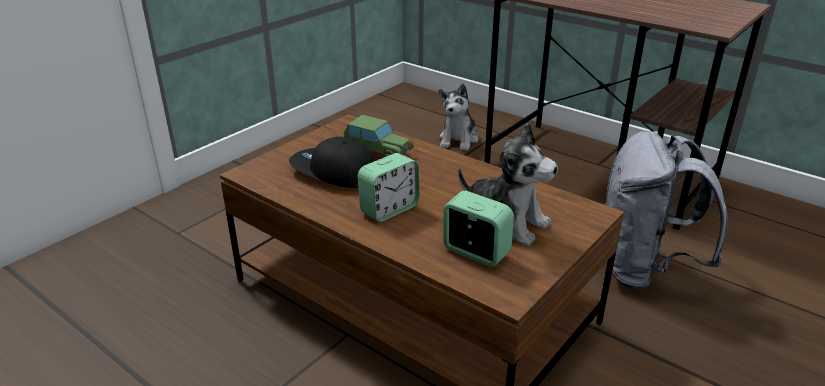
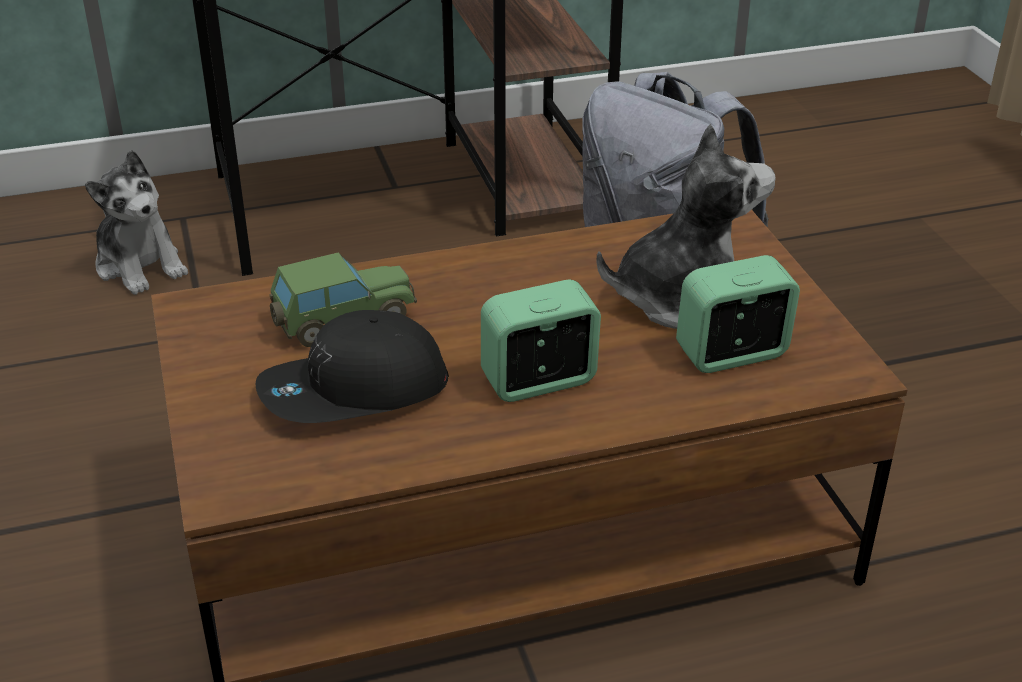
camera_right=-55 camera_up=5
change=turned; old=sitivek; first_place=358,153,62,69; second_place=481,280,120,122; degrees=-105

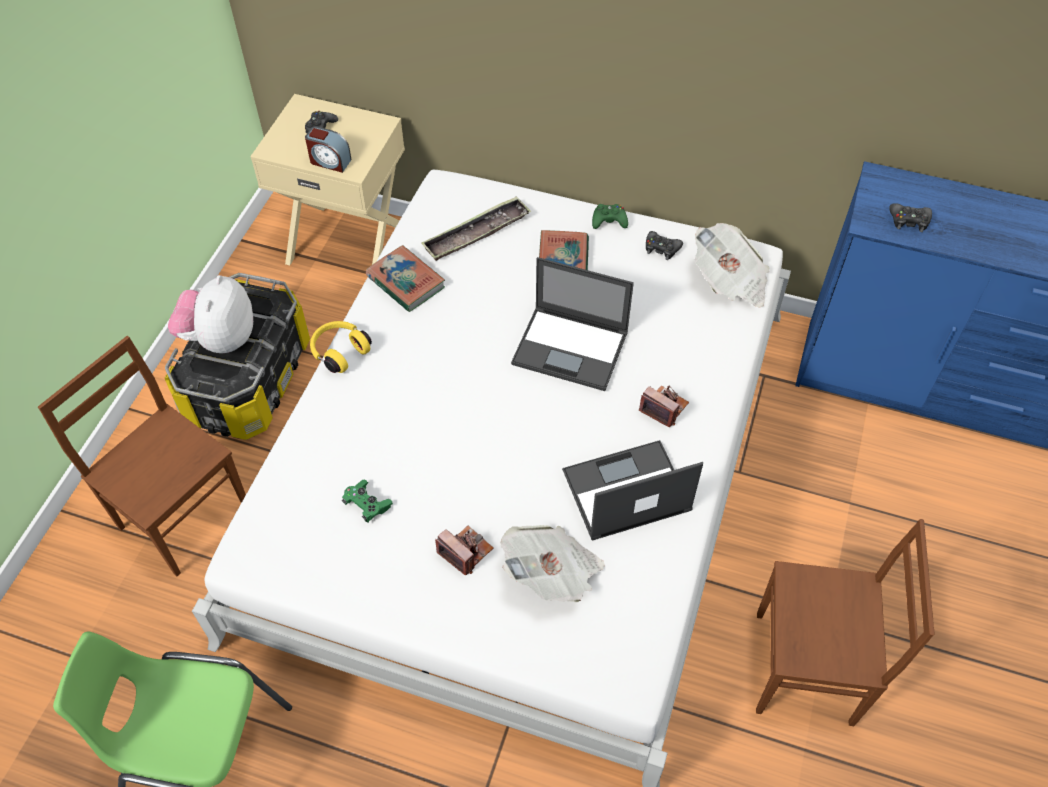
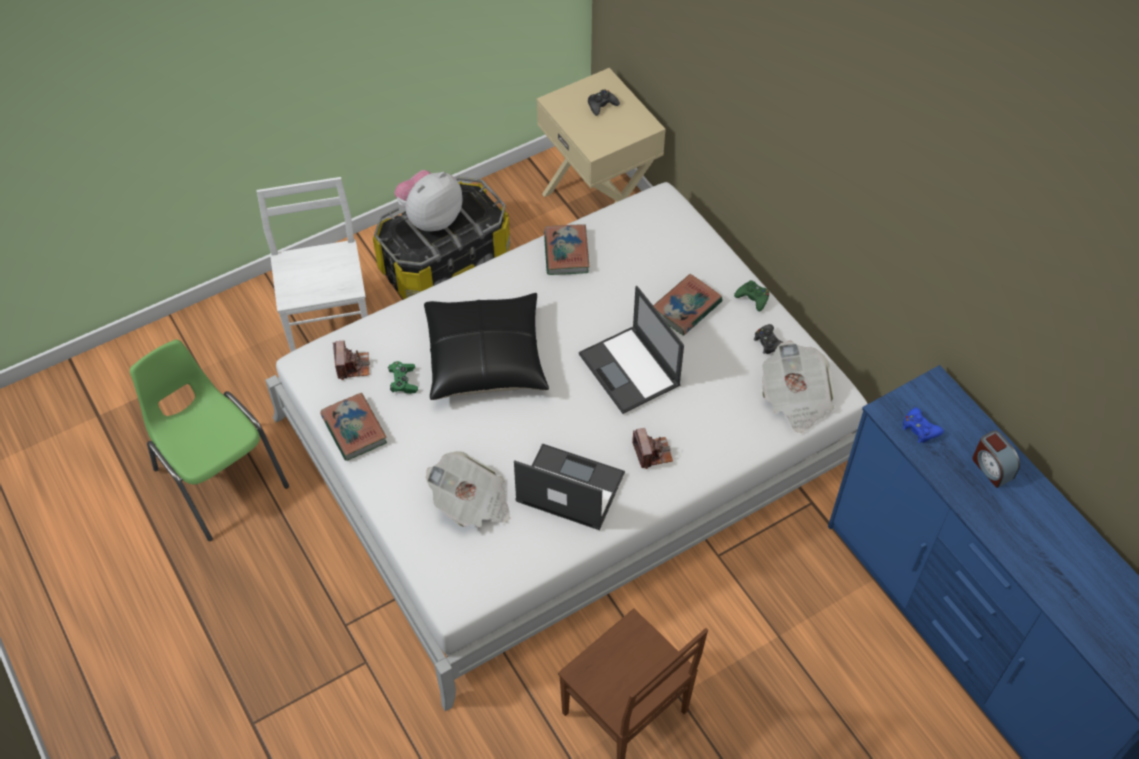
camera_right=40 camera_up=0
change=recoloured; old=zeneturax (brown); new=zeneturax (white); first_place=38,336,208,240; second_place=256,177,112,175
change=added; new=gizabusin; second_place=320,393,67,68
change=moved; old=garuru; first_place=435,526,58,49; second_place=333,341,37,39
change=added; new=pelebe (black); second_place=424,293,125,107
change=recoloured; old=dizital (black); new=dizital (blue); first_place=889,203,43,29; second_place=902,407,42,36
change=moved; old=sitivek; first_place=305,126,46,47; second_place=972,431,48,57
change=removed; old=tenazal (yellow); first_place=310,321,62,52
change=removed; old=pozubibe; first_place=421,196,110,65

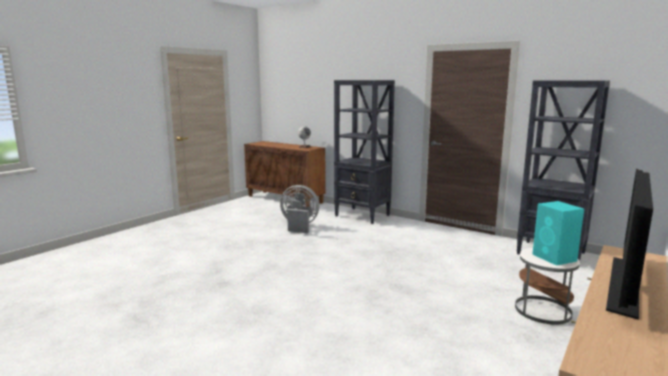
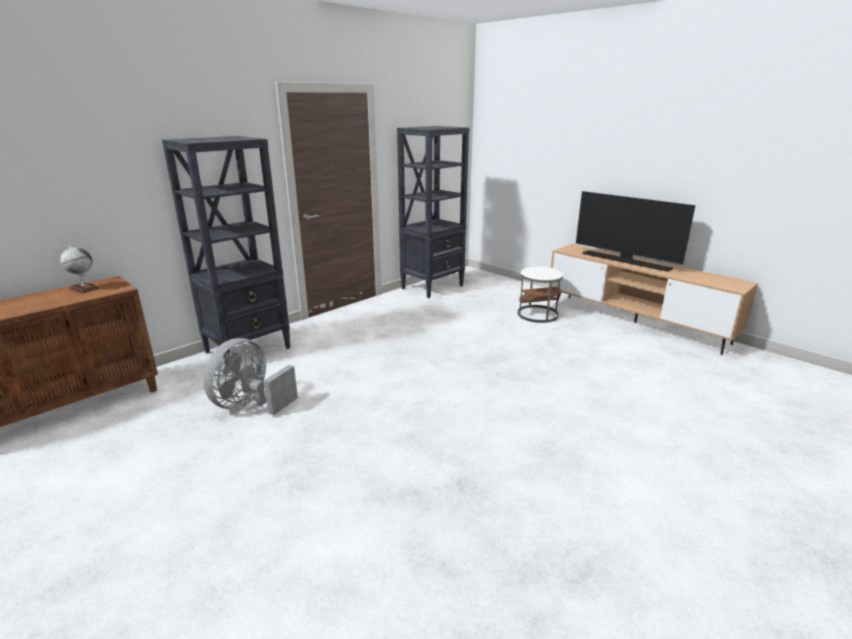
camera_right=-80 camera_up=10
change=removed; old=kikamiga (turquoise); first_place=532,201,52,65

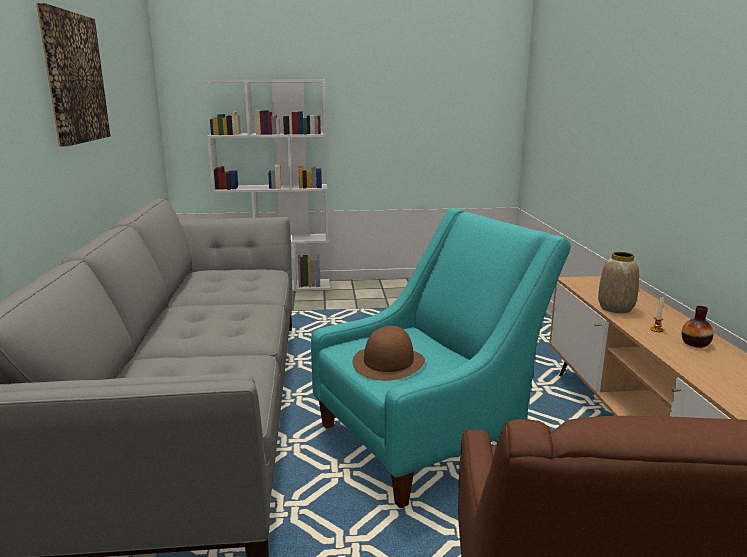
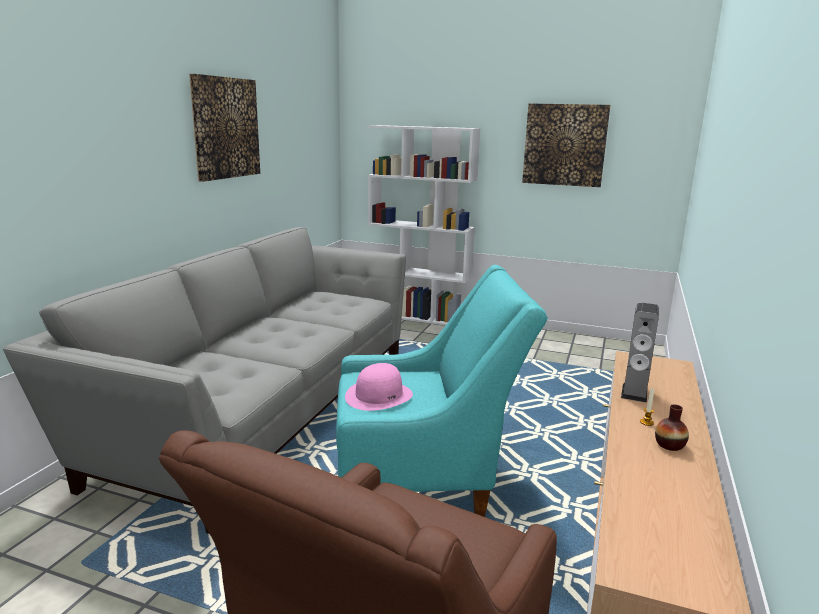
camera_right=25 camera_up=0
change=recoloured; old=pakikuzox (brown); new=pakikuzox (pink); first_place=352,326,73,55; second_place=345,363,68,48
change=added; new=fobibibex; second_place=522,104,88,83
change=replaced; old=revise; new=kikamiga; first_place=598,252,41,61; second_place=621,302,38,101

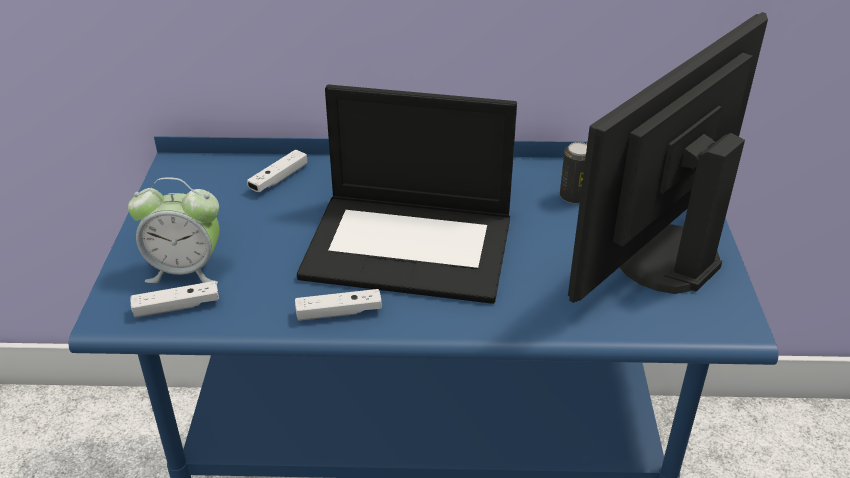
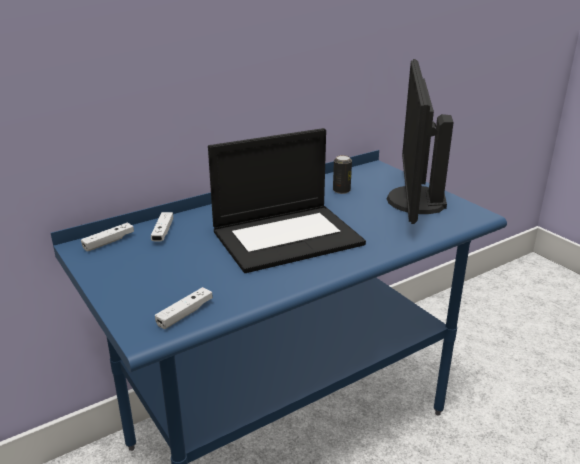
camera_right=-35 camera_up=-10
change=moved; old=dizital (white); first_place=295,289,87,32; second_place=81,223,53,29
change=removed; old=sitivek; first_place=128,177,91,106

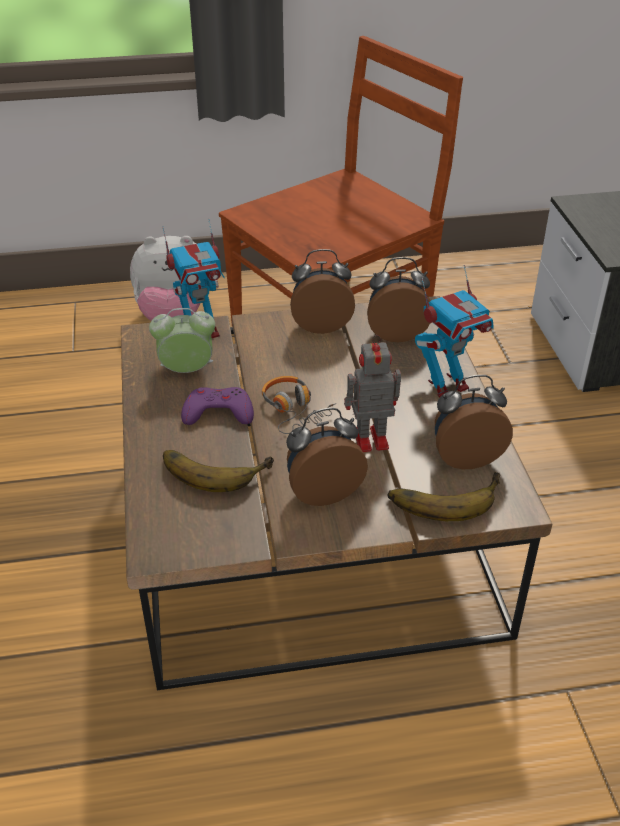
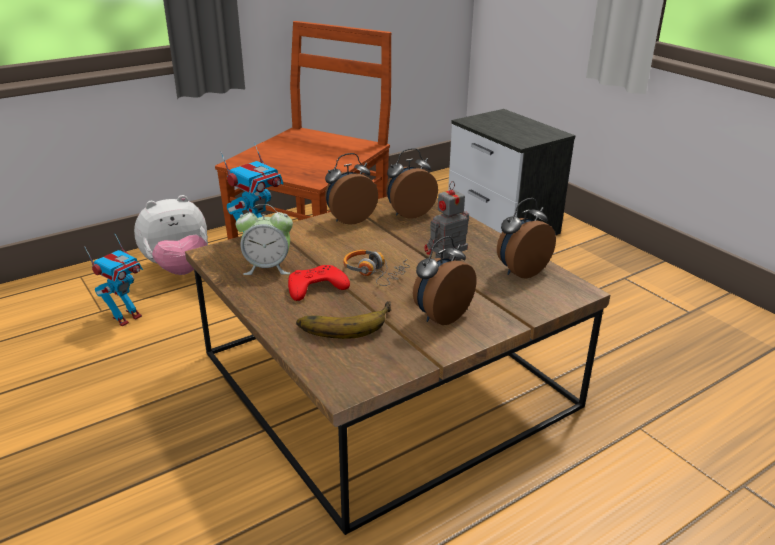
camera_right=-25 camera_up=-10
change=moved; old=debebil; first_place=415,265,79,132; second_place=84,234,59,93
change=turned; old=sitivek; first_place=149,308,66,65; second_place=236,204,57,71; degrees=-150
change=recoloured; old=dizital (purple); new=dizital (red); first_place=181,387,73,38; second_place=288,265,62,36
change=removed; old=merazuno; first_place=388,472,113,49

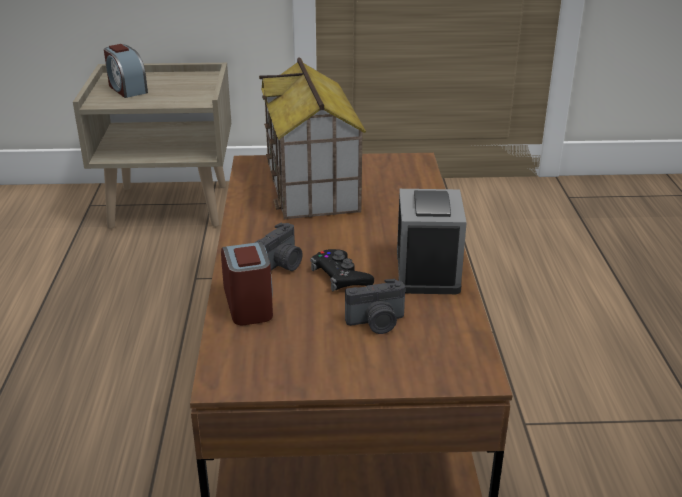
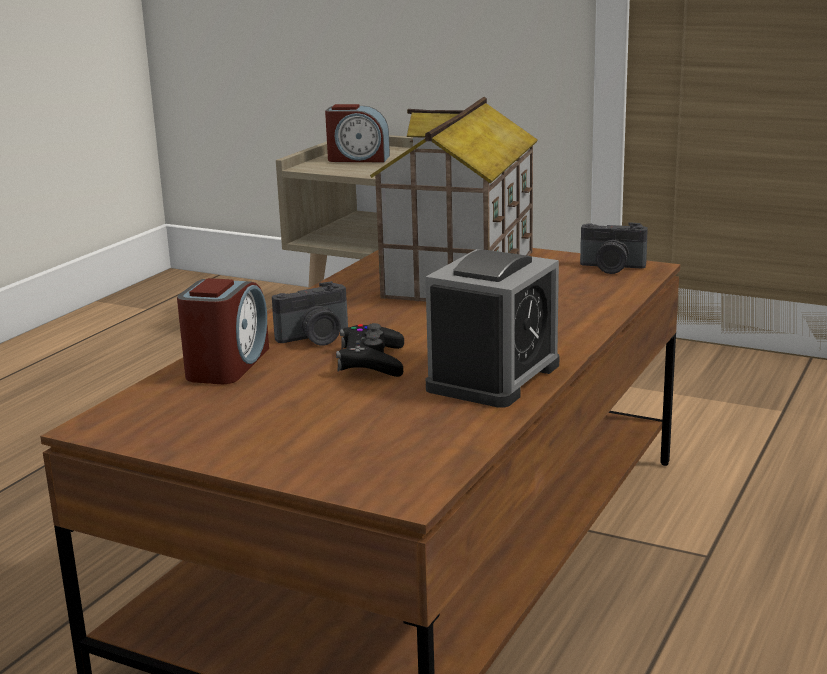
camera_right=30 camera_up=-10
change=turned; old=sitivek; first_place=104,44,44,54; second_place=325,104,65,58; degrees=-75
change=moved; old=garuru; first_place=345,279,60,55; second_place=580,222,68,52

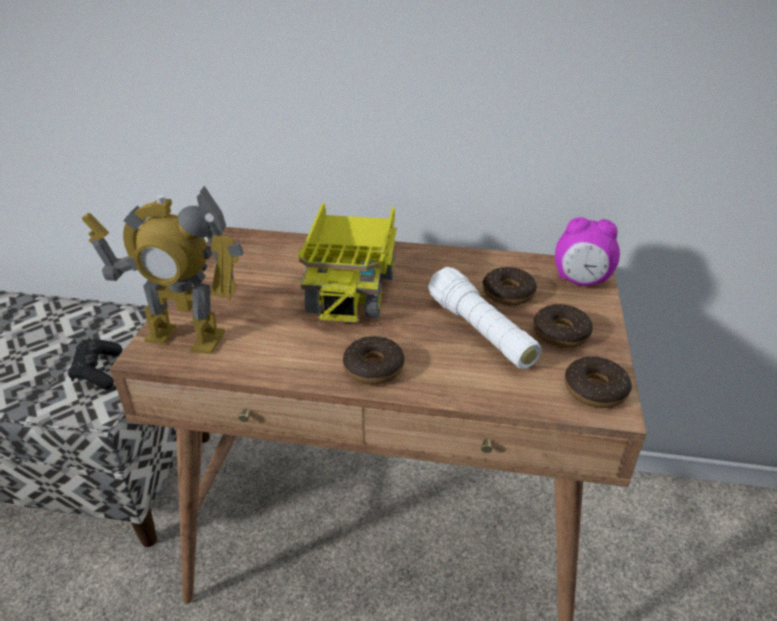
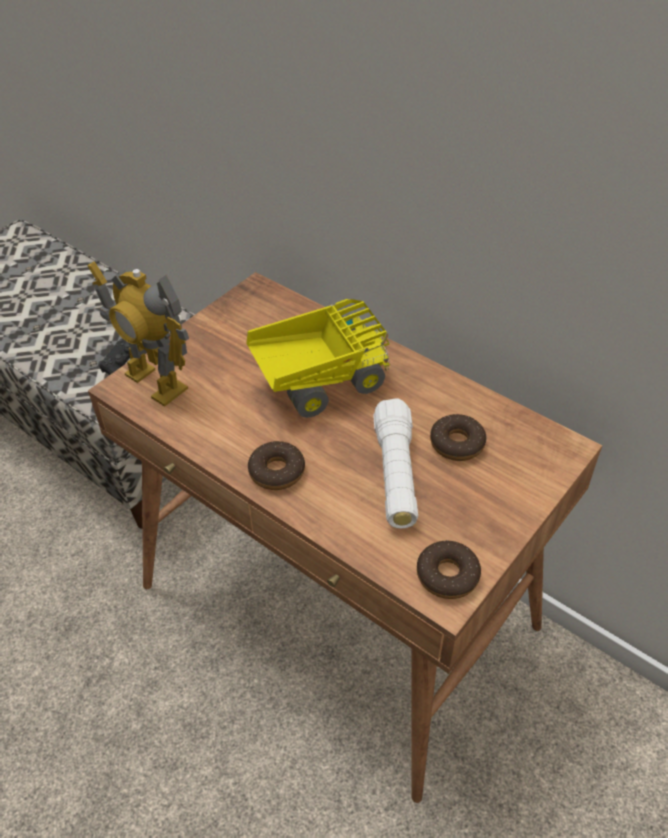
camera_right=30 camera_up=10
change=turned; old=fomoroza; first_place=297,203,100,121; second_place=246,299,144,119; degrees=-150
change=removed; old=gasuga; first_place=533,304,60,44
change=removed; old=sitivek; first_place=555,217,65,69

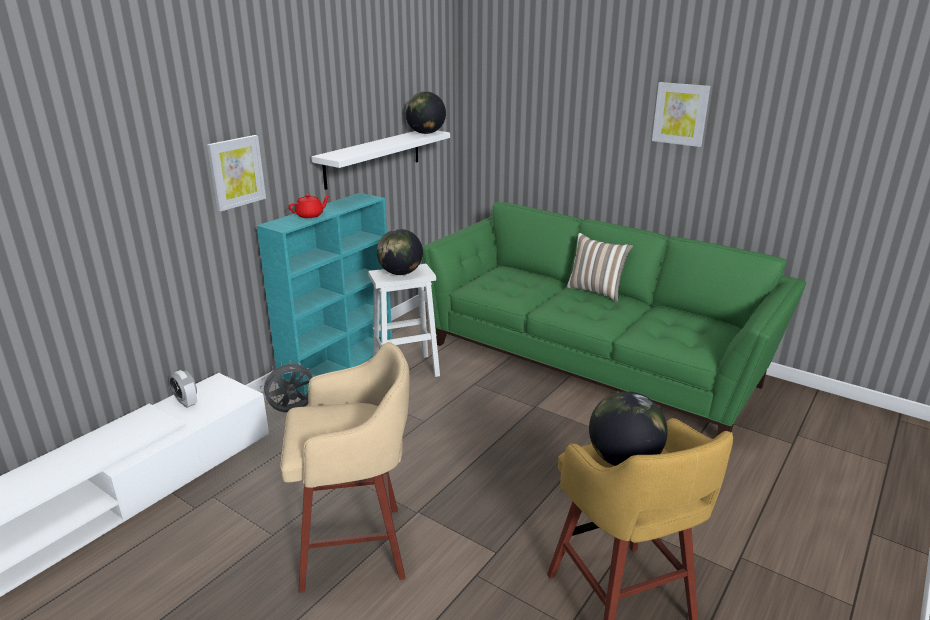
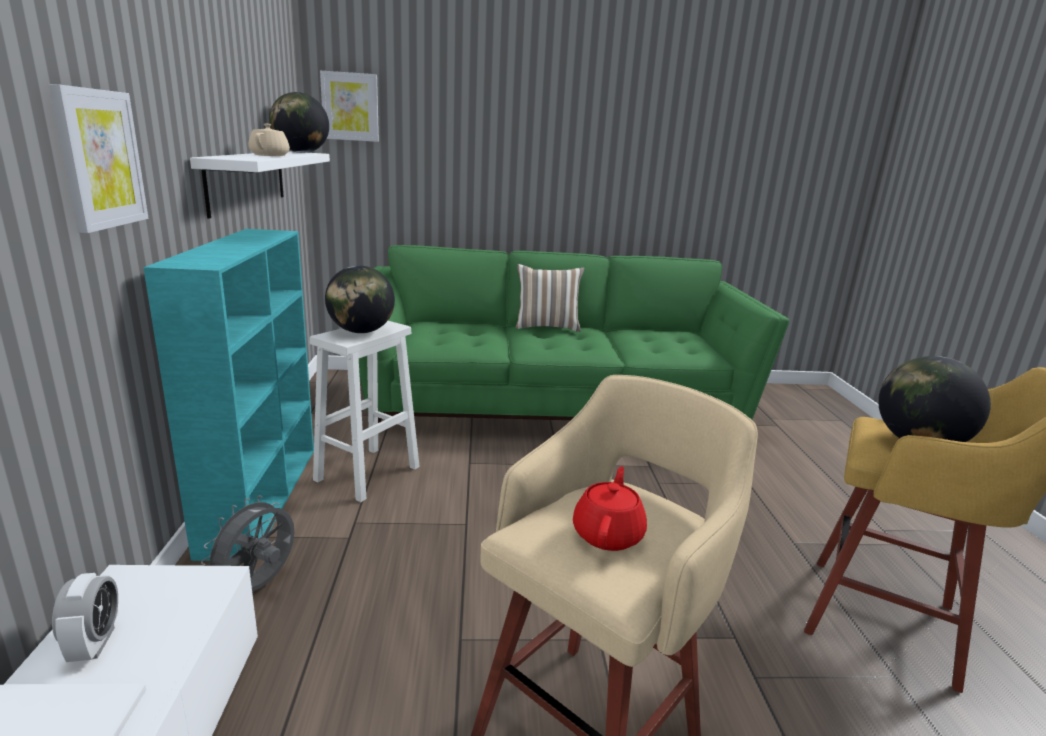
camera_right=-40 camera_up=-5
change=turned; old=sitivek; first_place=169,370,28,38; second_place=52,573,66,89; degrees=-105
change=added; new=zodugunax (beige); second_place=249,124,41,32
change=moved; old=fobibibex; first_place=652,82,58,65; second_place=320,71,59,71
change=moved; old=zodugunax (red); first_place=288,194,42,24; second_place=573,466,74,85

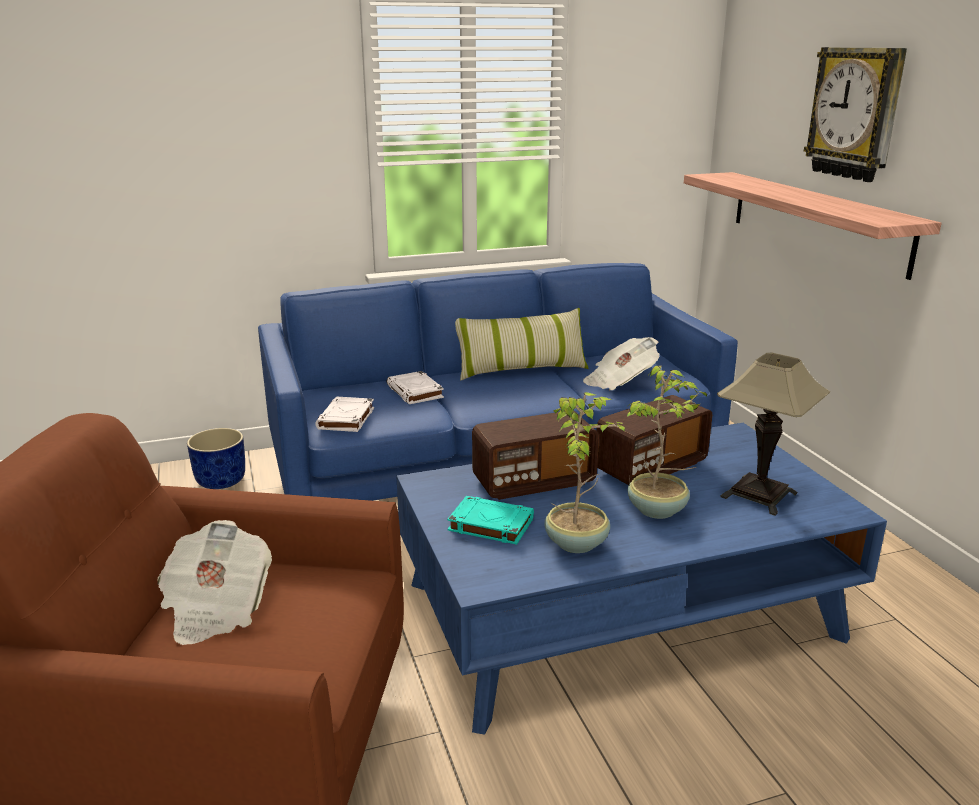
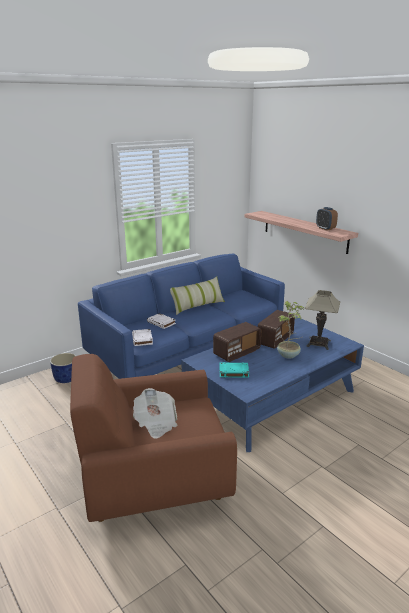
camera_right=-20 camera_up=0
change=added; new=sitivek; second_place=316,207,22,24
change=removed; old=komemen; first_place=545,392,80,161
change=removed; old=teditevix; first_place=583,337,77,53
change=removed; old=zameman; first_place=804,47,103,135

